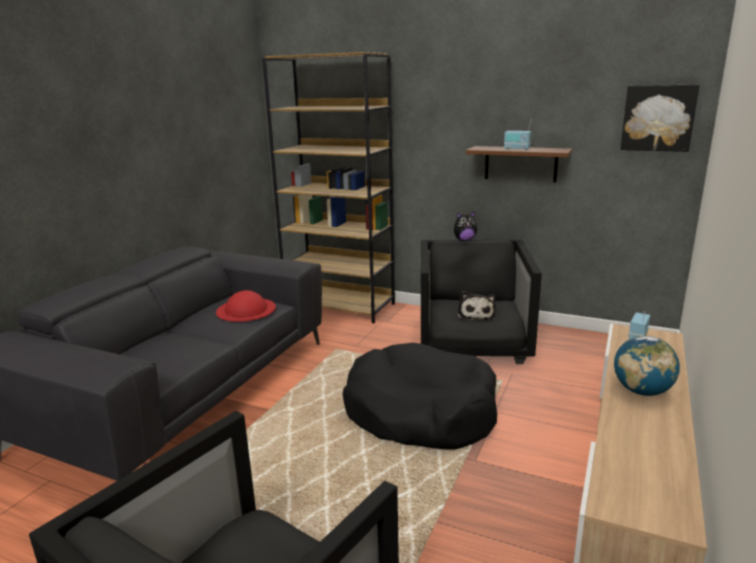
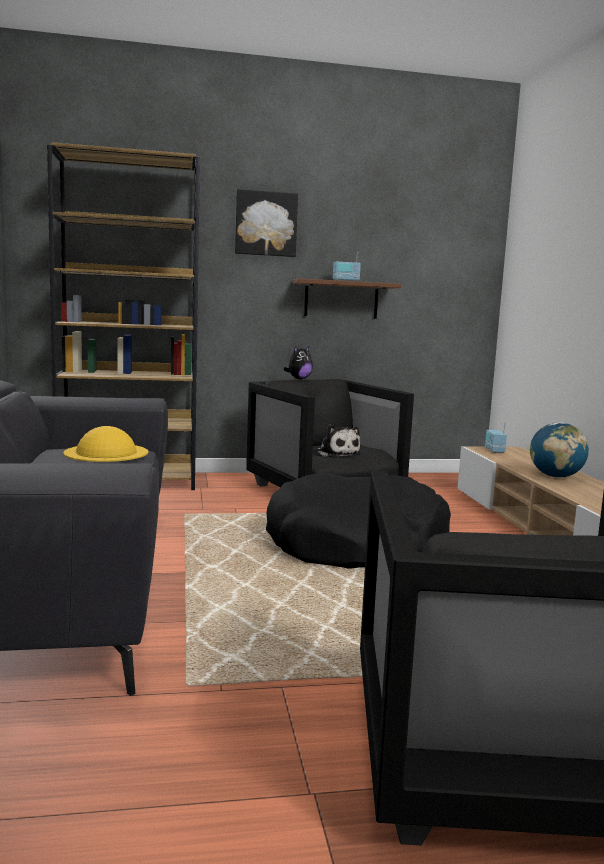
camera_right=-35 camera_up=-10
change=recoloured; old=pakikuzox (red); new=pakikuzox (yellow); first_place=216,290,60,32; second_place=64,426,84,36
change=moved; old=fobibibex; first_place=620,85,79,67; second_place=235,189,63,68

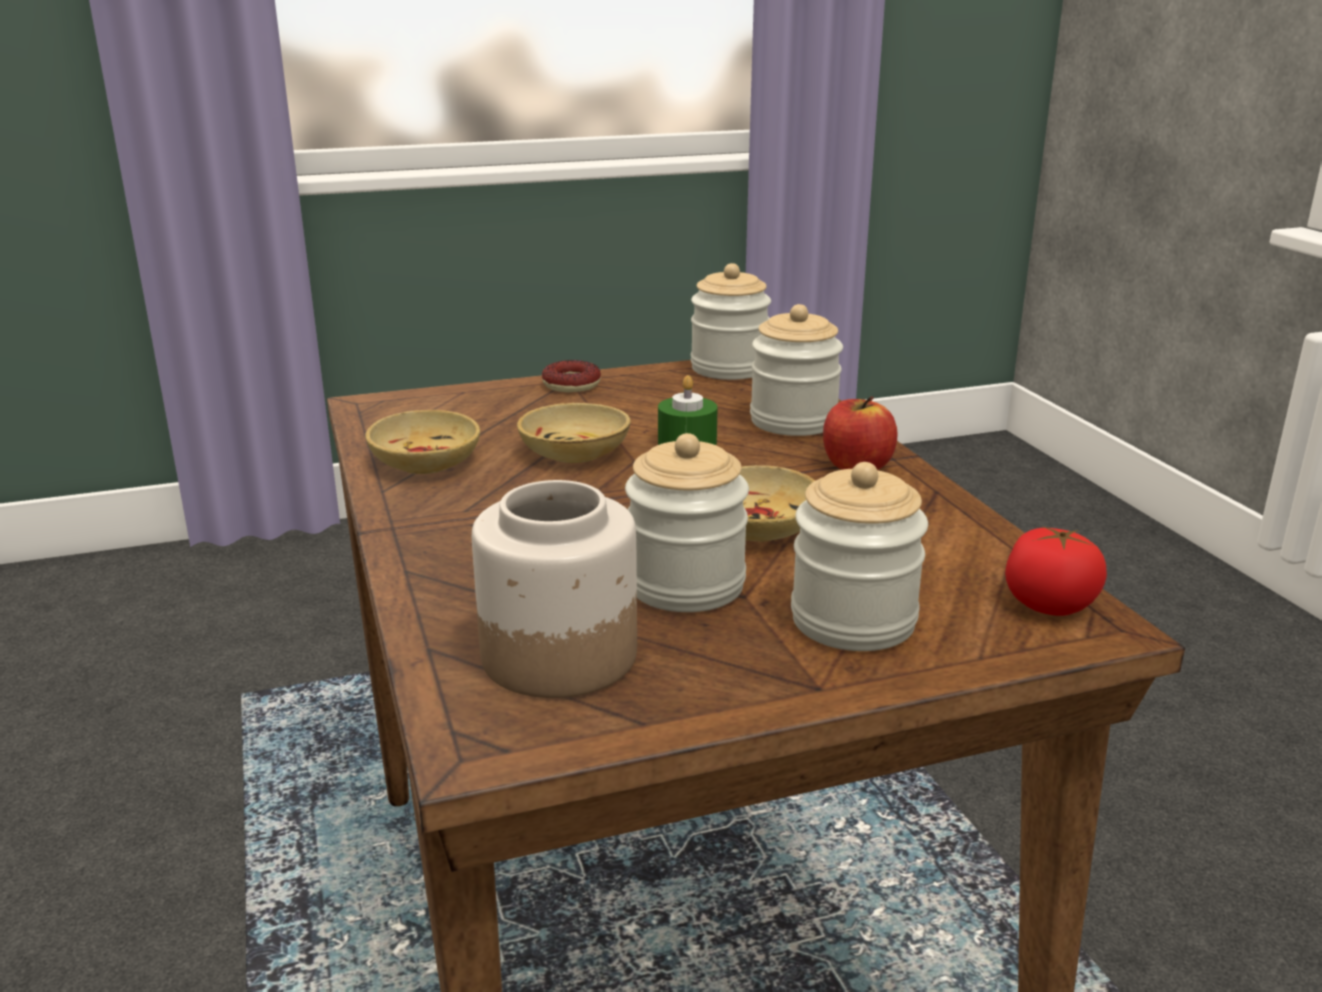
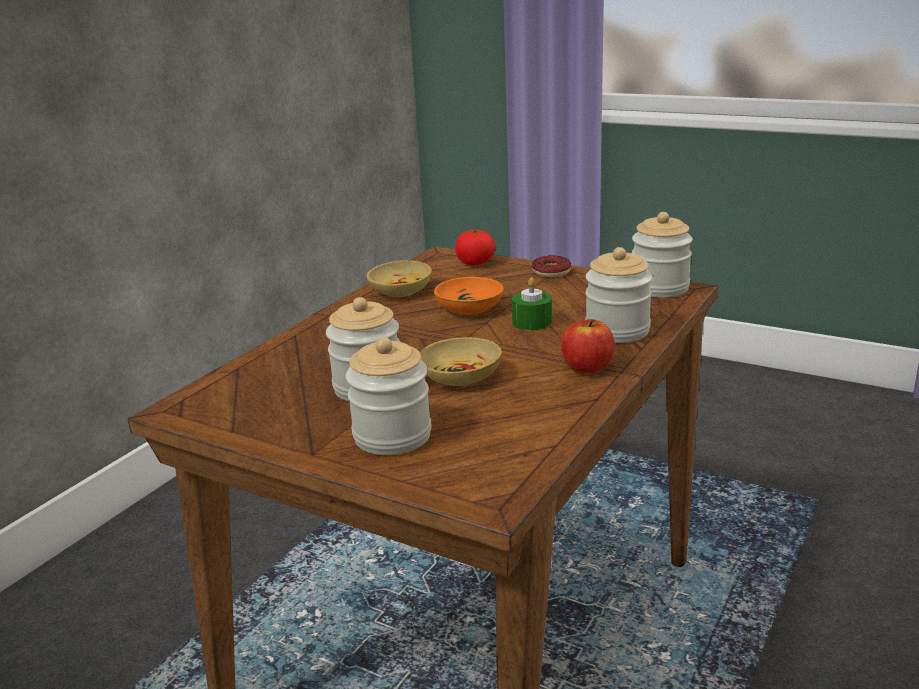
camera_right=50 camera_up=0
change=recoloured; old=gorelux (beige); new=gorelux (orange); first_place=517,403,114,60; second_place=434,276,70,39
change=moved; old=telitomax; first_place=1005,526,102,90; second_place=455,229,41,37
change=removed; old=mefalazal; first_place=472,480,165,218

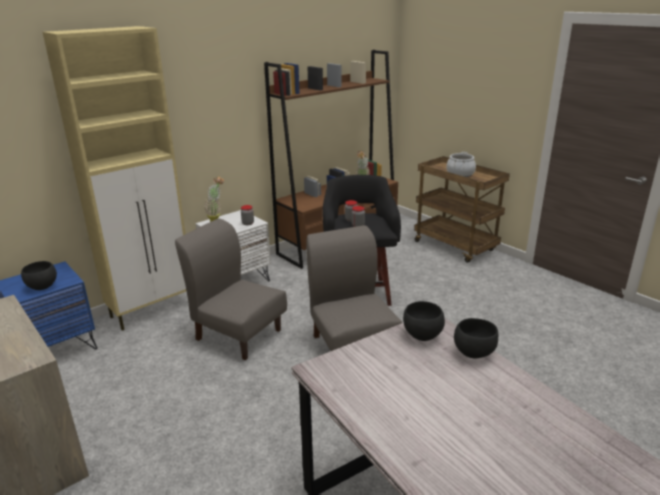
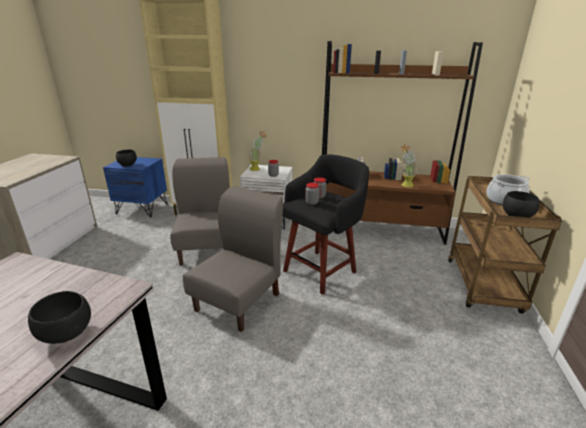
camera_right=50 camera_up=0
change=moved; old=gorelux (black); first_place=403,301,42,40; second_place=503,191,37,26

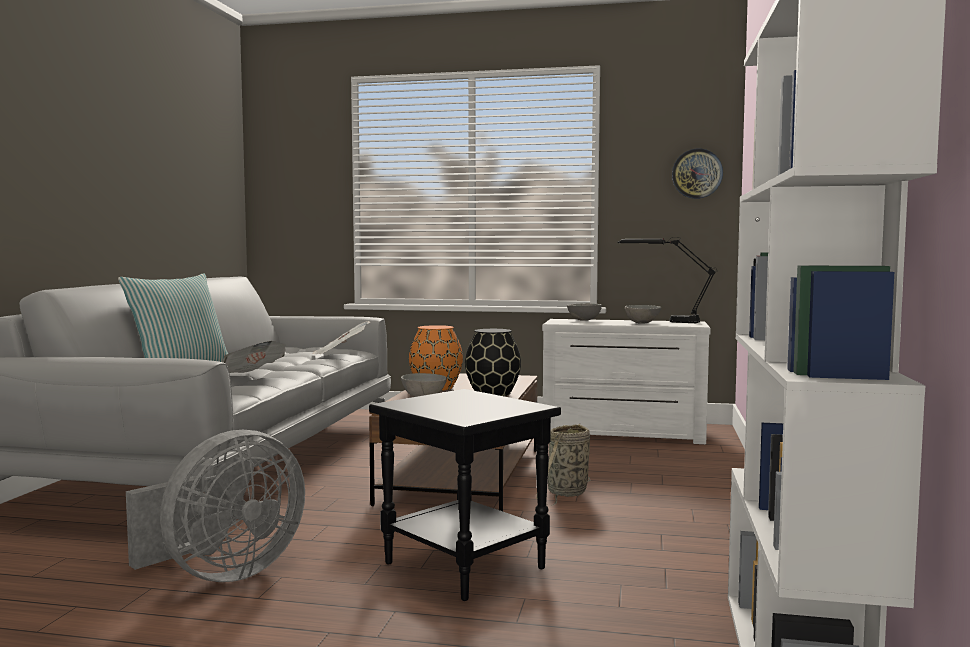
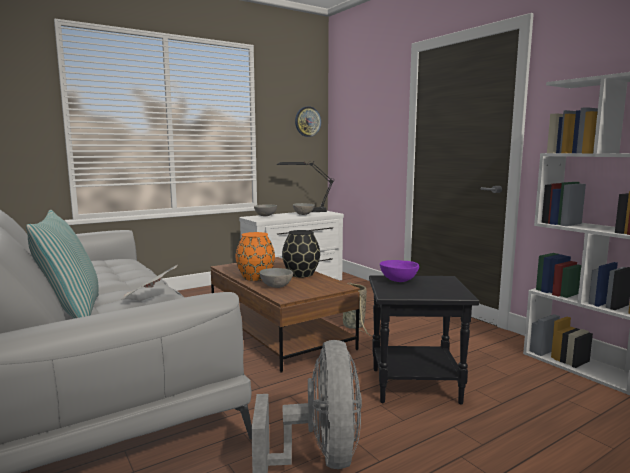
camera_right=-45 camera_up=5
change=added; new=gorelux (purple); second_place=380,260,39,22
change=removed; old=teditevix; first_place=313,321,57,33

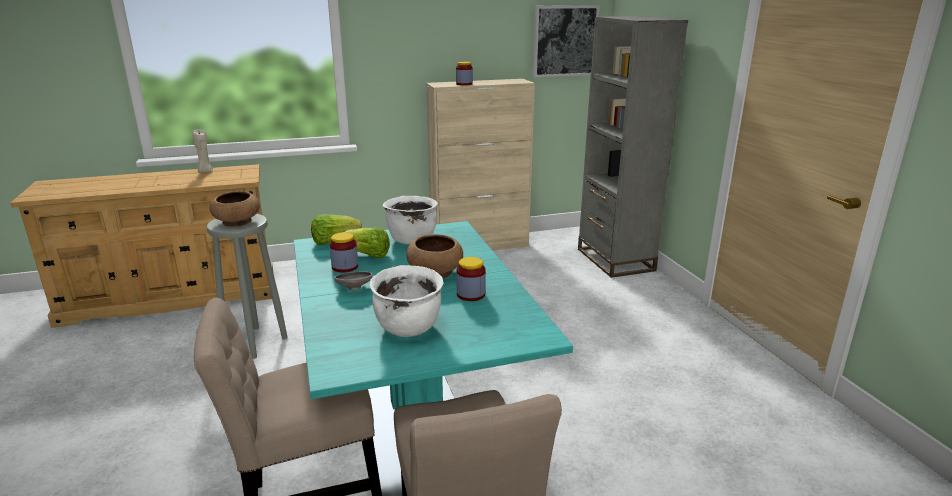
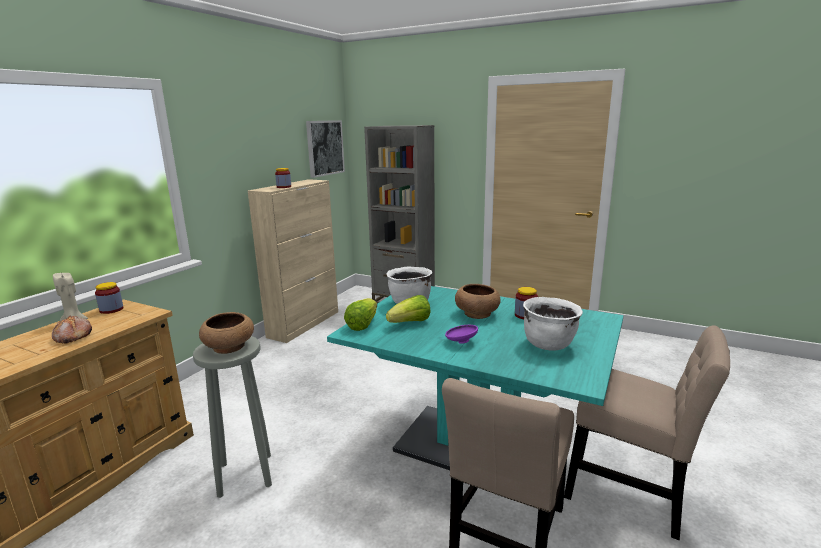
camera_right=-45 camera_up=-5
change=added; new=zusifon; second_place=52,316,40,28
change=moved; old=mefalazal; first_place=329,232,29,41; second_place=95,282,29,32
change=recoloured; old=gorelux (grey); new=gorelux (purple); first_place=334,271,39,19; second_place=445,325,33,19

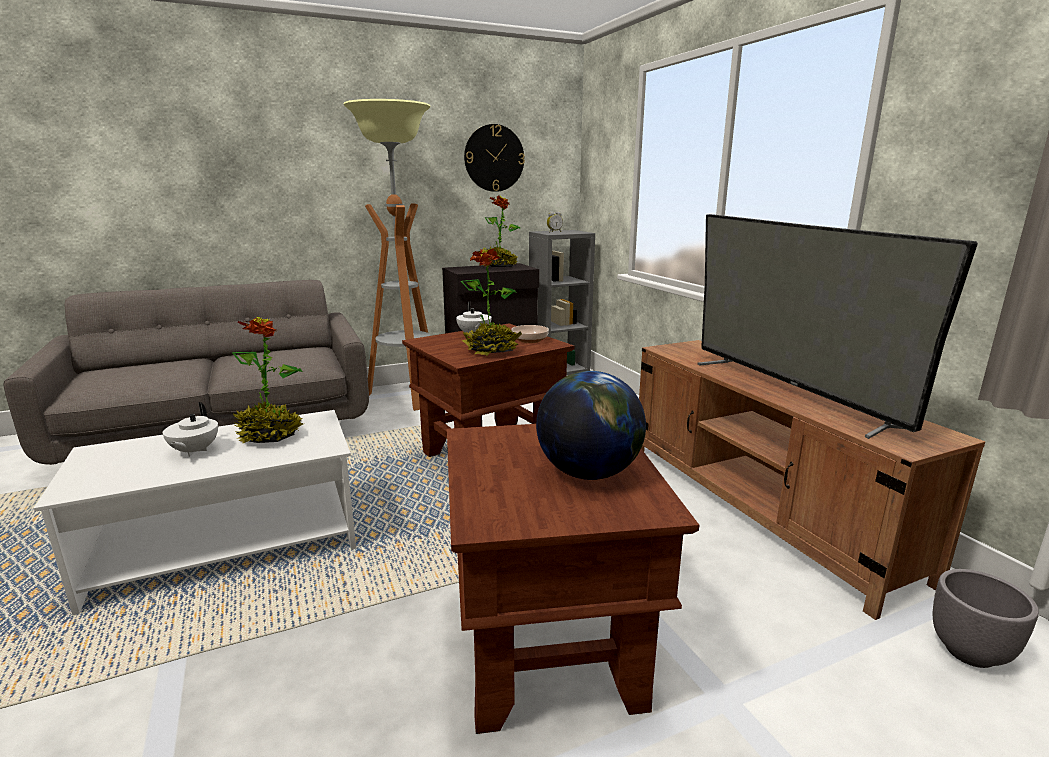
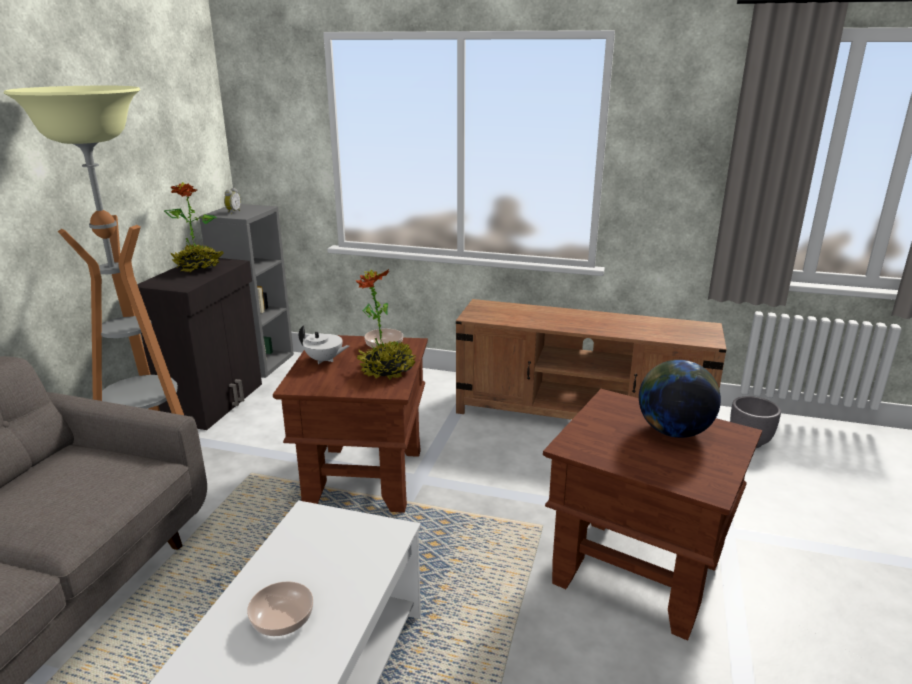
camera_right=-50 camera_up=5
change=replaced; old=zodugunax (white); new=gorelux; first_place=163,402,55,55; second_place=247,581,66,55
change=removed; old=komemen; first_place=232,316,71,128
change=removed; old=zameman; first_place=464,124,61,68
change=removed; old=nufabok; first_place=698,214,280,225

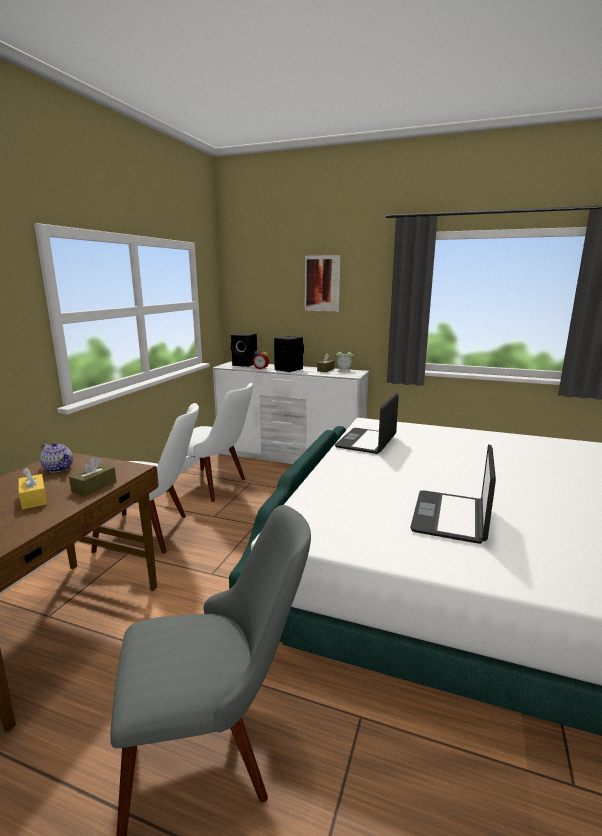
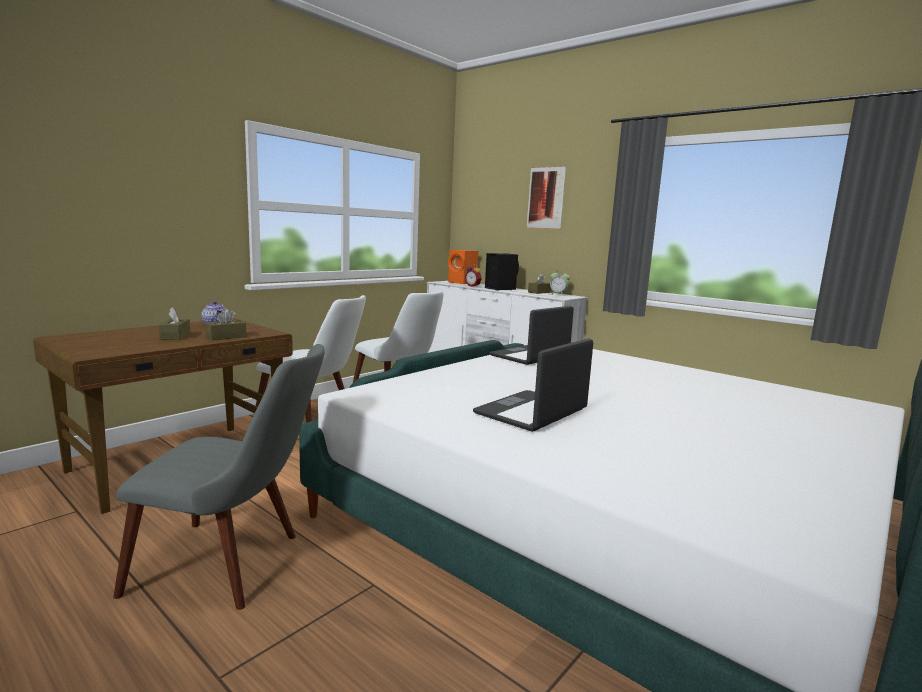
camera_right=20 camera_up=-5
change=recoloured; old=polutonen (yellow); new=polutonen (brown); first_place=18,468,29,42; second_place=159,308,31,32
change=recoloured; old=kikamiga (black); new=kikamiga (orange); first_place=231,333,26,34; second_place=448,250,30,34

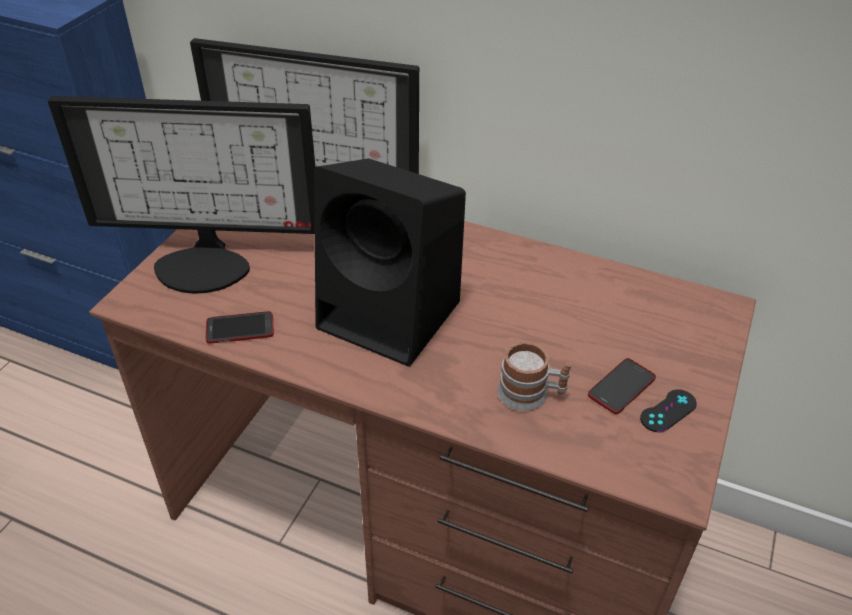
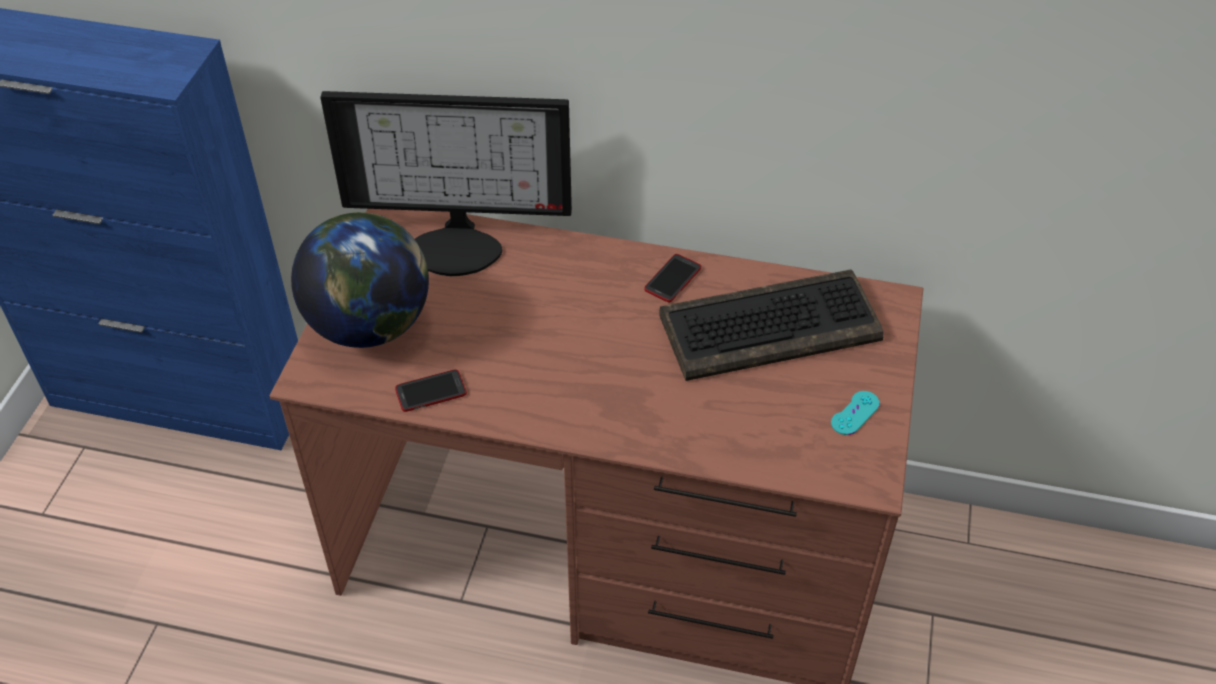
camera_right=-10 camera_up=5
change=replaced; old=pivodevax; new=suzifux; first_place=48,96,267,198; second_place=291,212,138,136
change=moved; old=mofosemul; first_place=588,358,68,56; second_place=644,254,57,48
change=added; new=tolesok; second_place=659,270,224,111
change=recoloured; old=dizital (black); new=dizital (turquoise); first_place=640,389,57,43; second_place=831,391,49,44
change=removed; old=kikamiga (black); first_place=314,158,152,209
change=removed; old=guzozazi; first_place=498,341,74,70

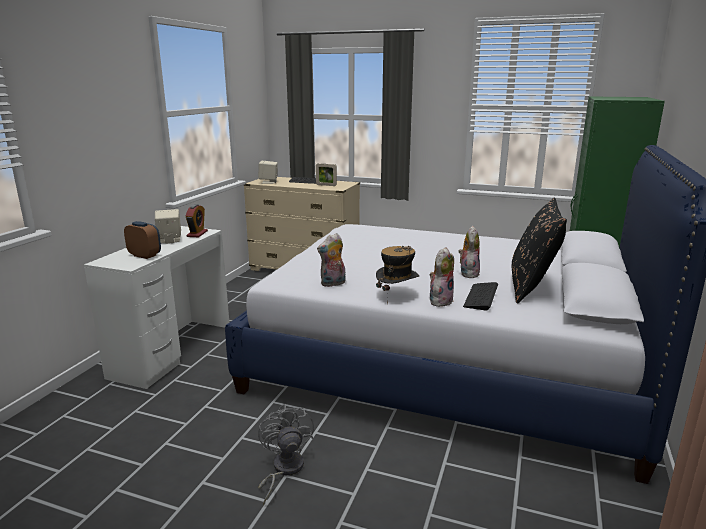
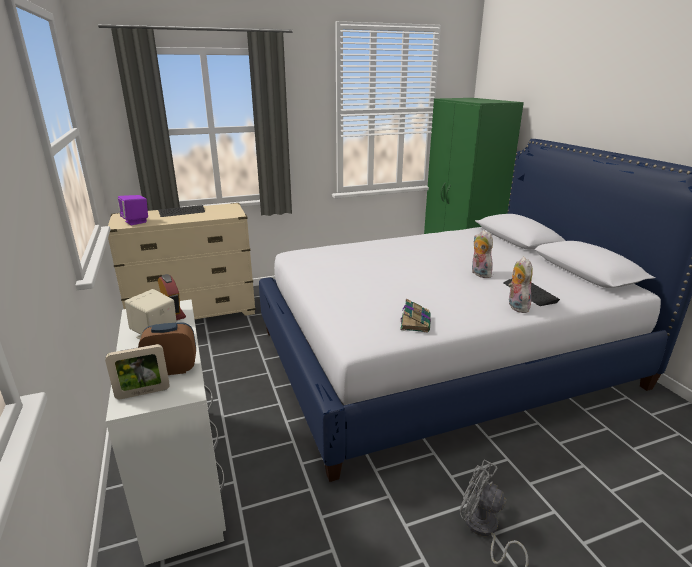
camera_right=-40 camera_up=5
change=moved; old=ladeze; first_place=316,163,21,23; second_place=105,344,64,55
change=recoloured; old=kikamiga (beige); new=kikamiga (purple); first_place=258,161,20,23; second_place=118,195,30,30
change=replaced; old=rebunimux; new=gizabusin; first_place=317,233,28,54; second_place=400,298,31,34
change=removed; old=pakikuzox; first_place=376,246,43,58
change=removed; old=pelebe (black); first_place=512,198,55,106

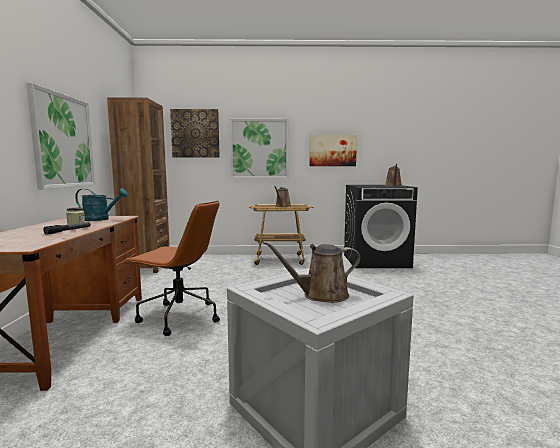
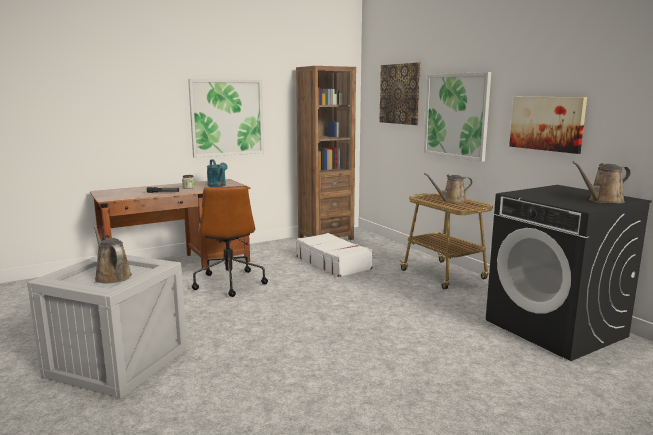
camera_right=60 camera_up=5
change=added; new=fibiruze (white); second_place=297,233,76,44

